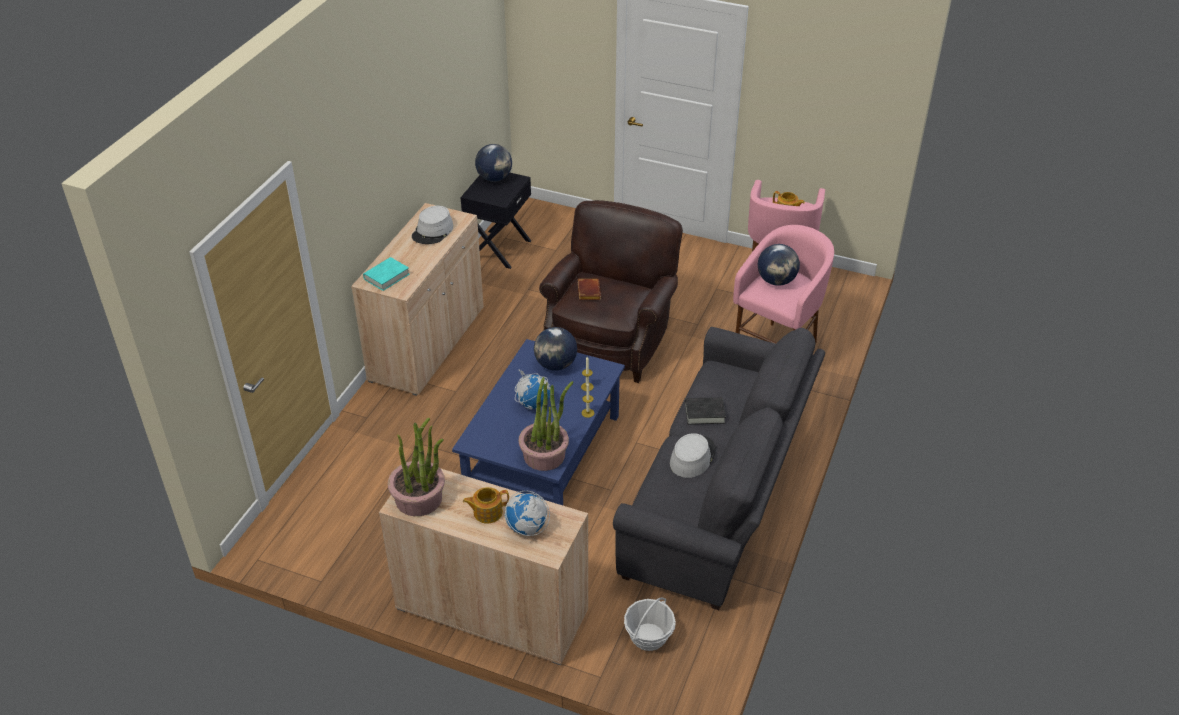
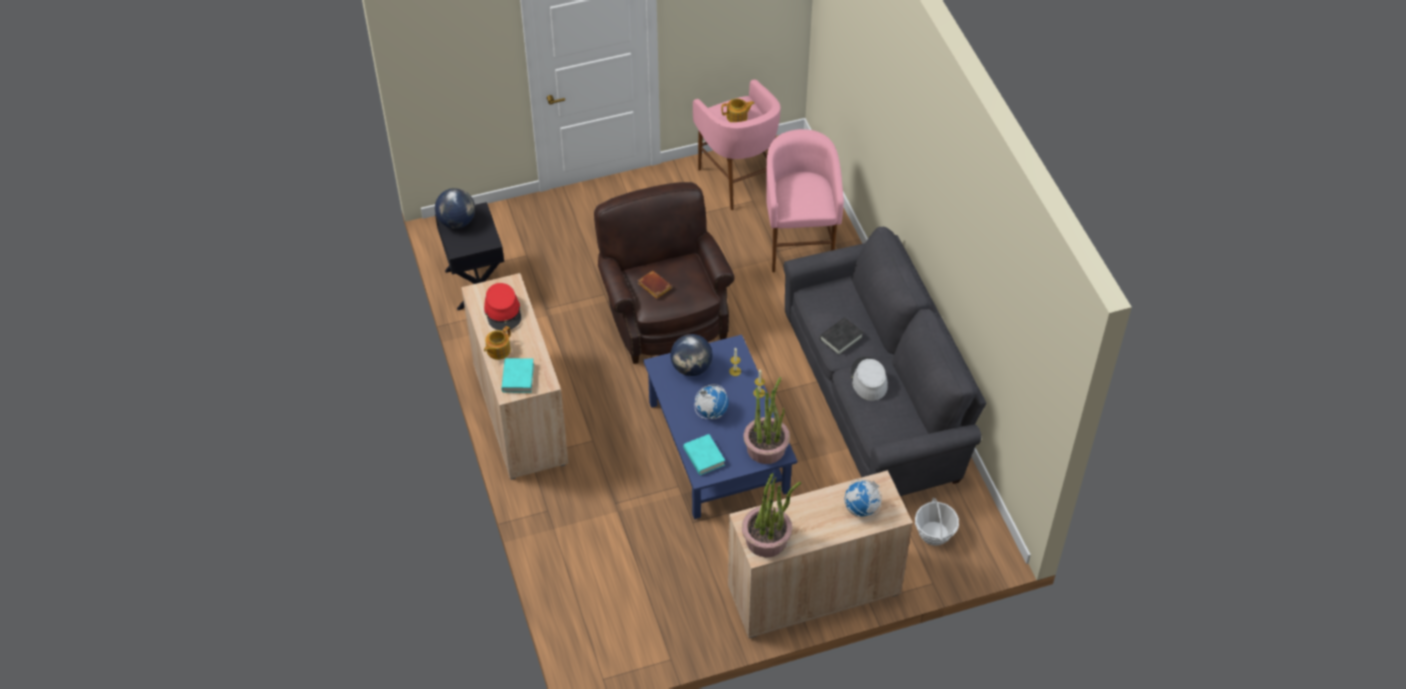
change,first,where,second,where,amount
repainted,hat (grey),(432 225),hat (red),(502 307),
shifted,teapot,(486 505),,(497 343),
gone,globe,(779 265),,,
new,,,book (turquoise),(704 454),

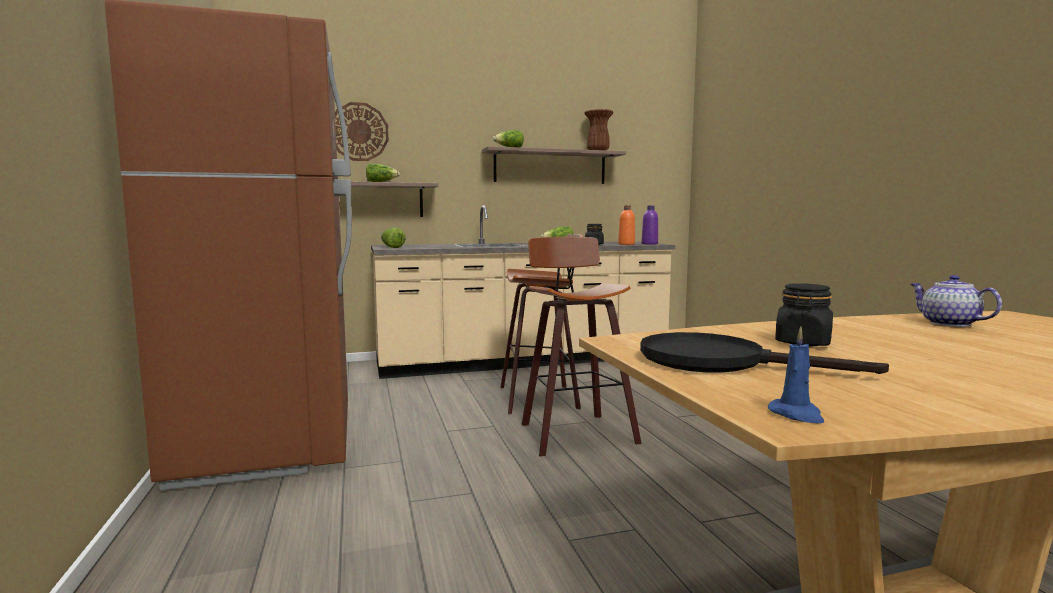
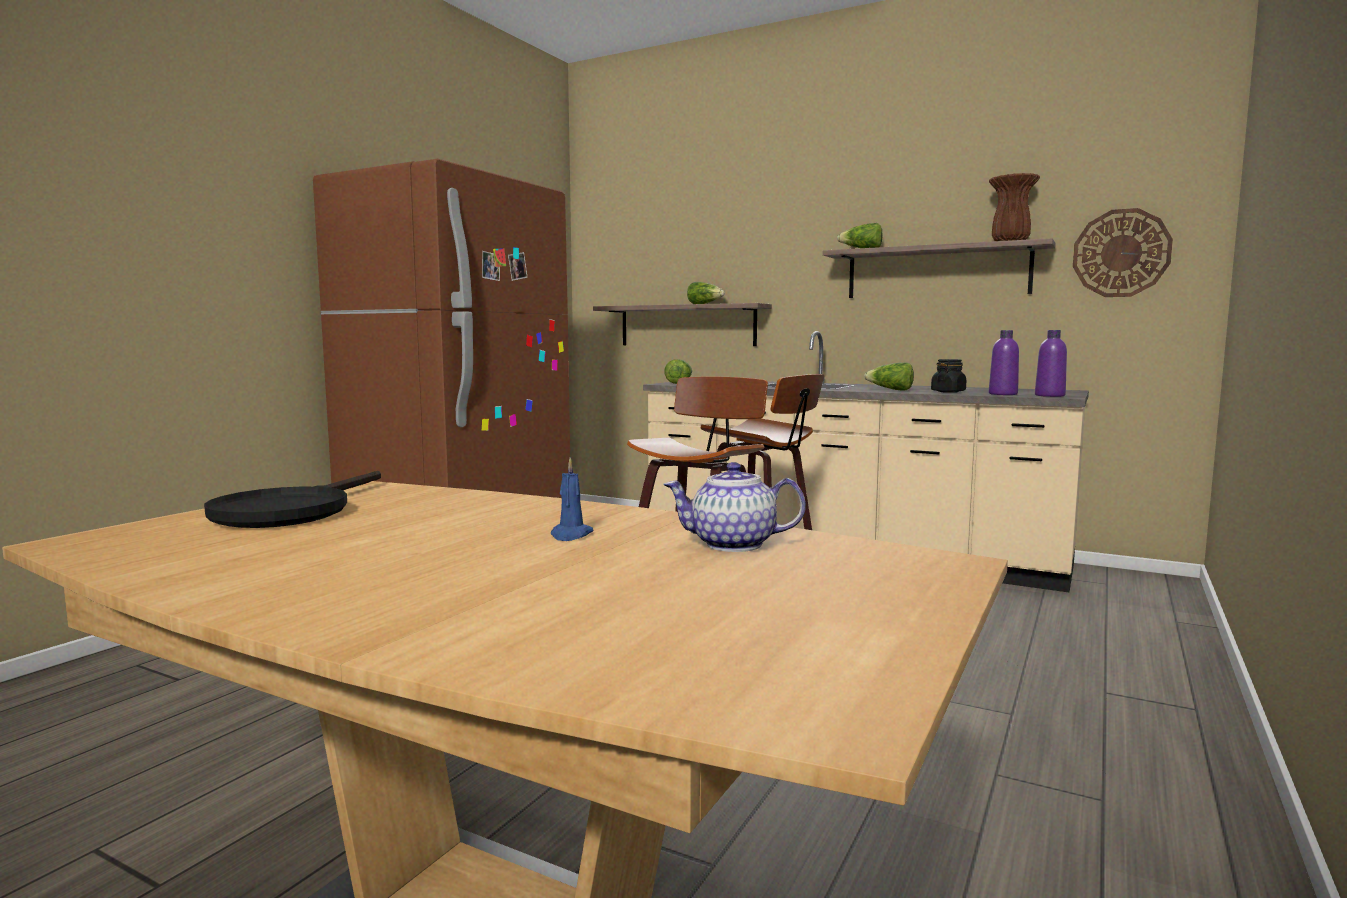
change,first,where,second,where,amount
shifted,wall clock,(362 131),,(1123 252),
repainted,bottle (orange),(626 225),bottle (purple),(1004 362),
rotated,frying pan (black),(764 353),,(292 499),150 degrees counterclockwise
shifted,candle (blue),(796 375),,(572 499),
gone,jar (black),(804 314),,,
rotated,teapot,(956 301),,(734 507),105 degrees counterclockwise

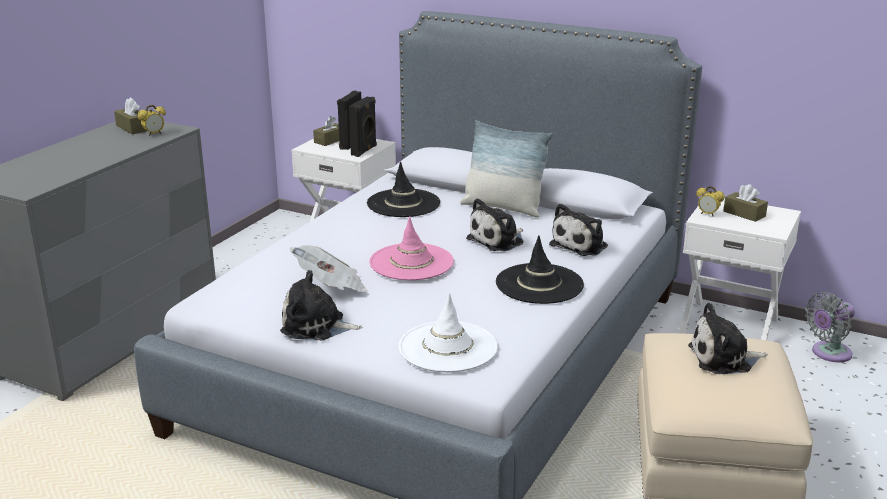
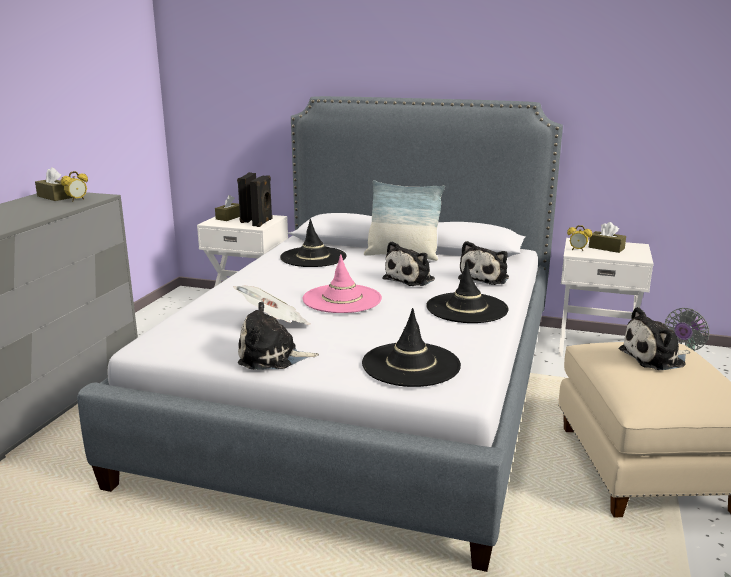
change,first,where,second,where,amount
repainted,hat (white),(448 332),hat (black),(411 347),

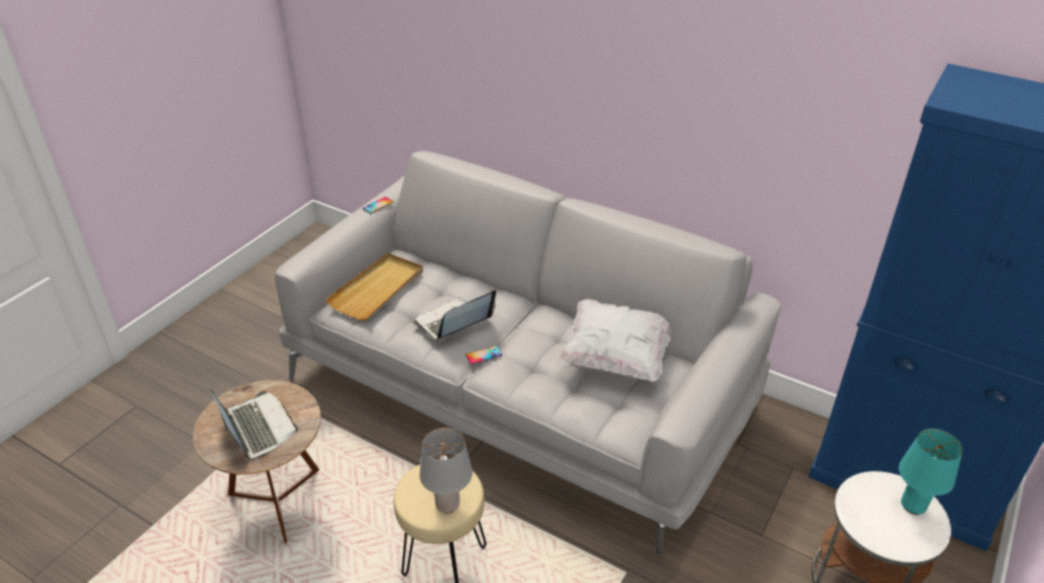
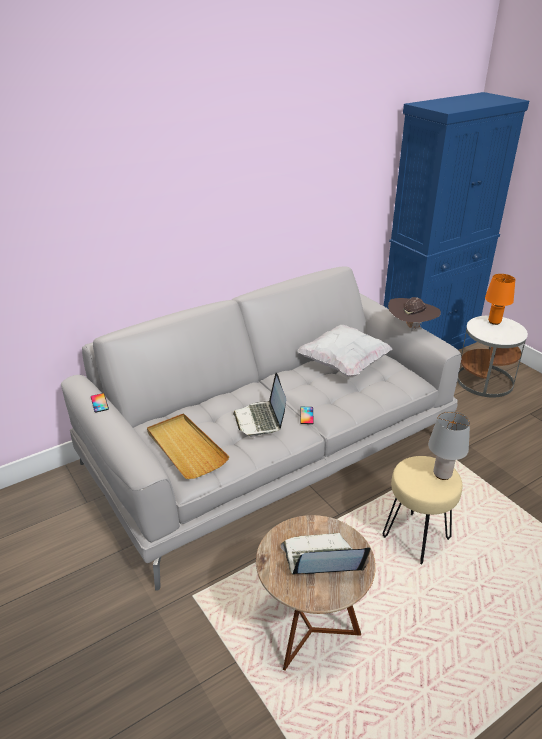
change,first,where,second,where,amount
repainted,table lamp (turquoise),(931 472),table lamp (orange),(500 299),
new,,,hat (brown),(414 314),

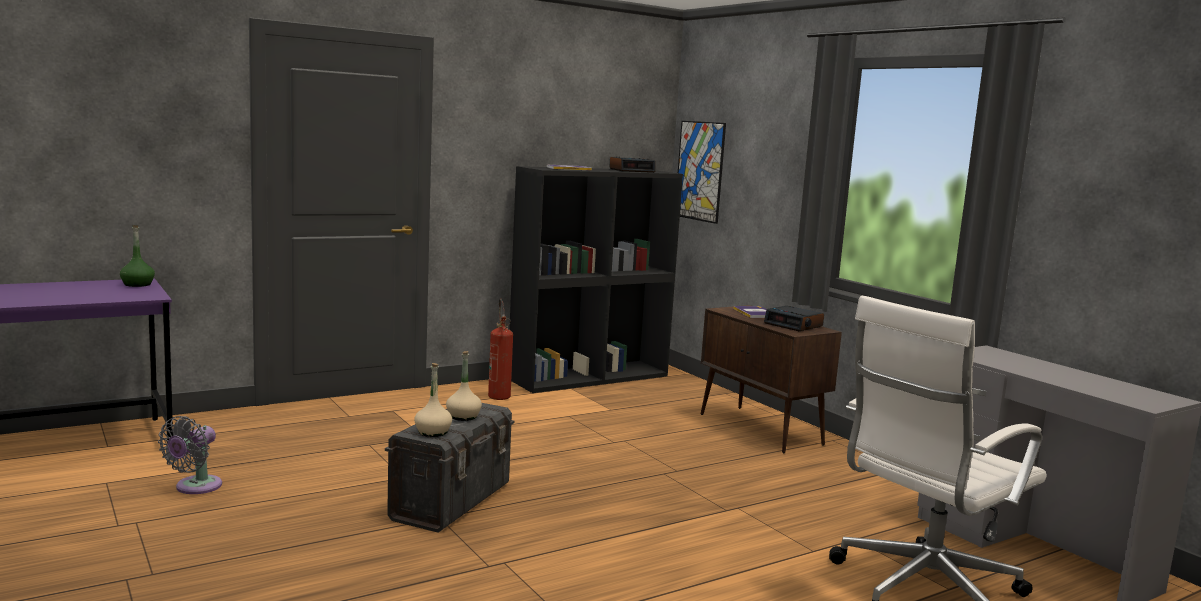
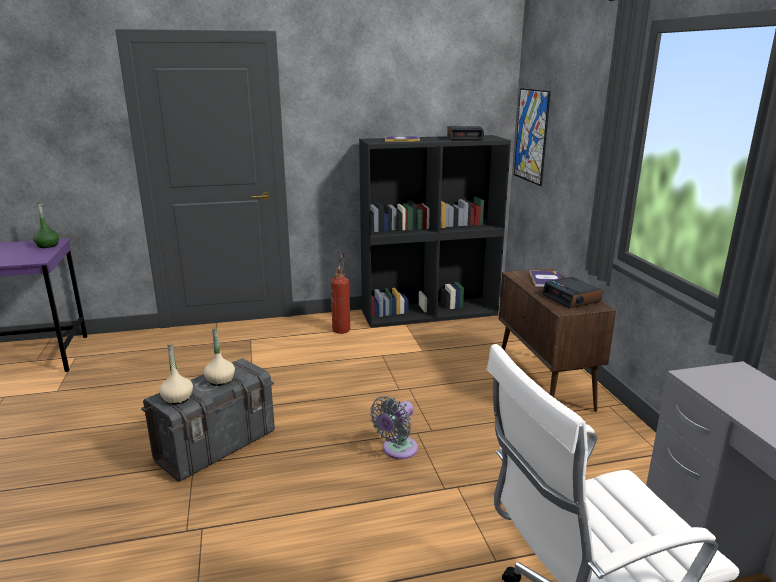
change,first,where,second,where,amount
shifted,fan (grey),(190 455),,(394 427),

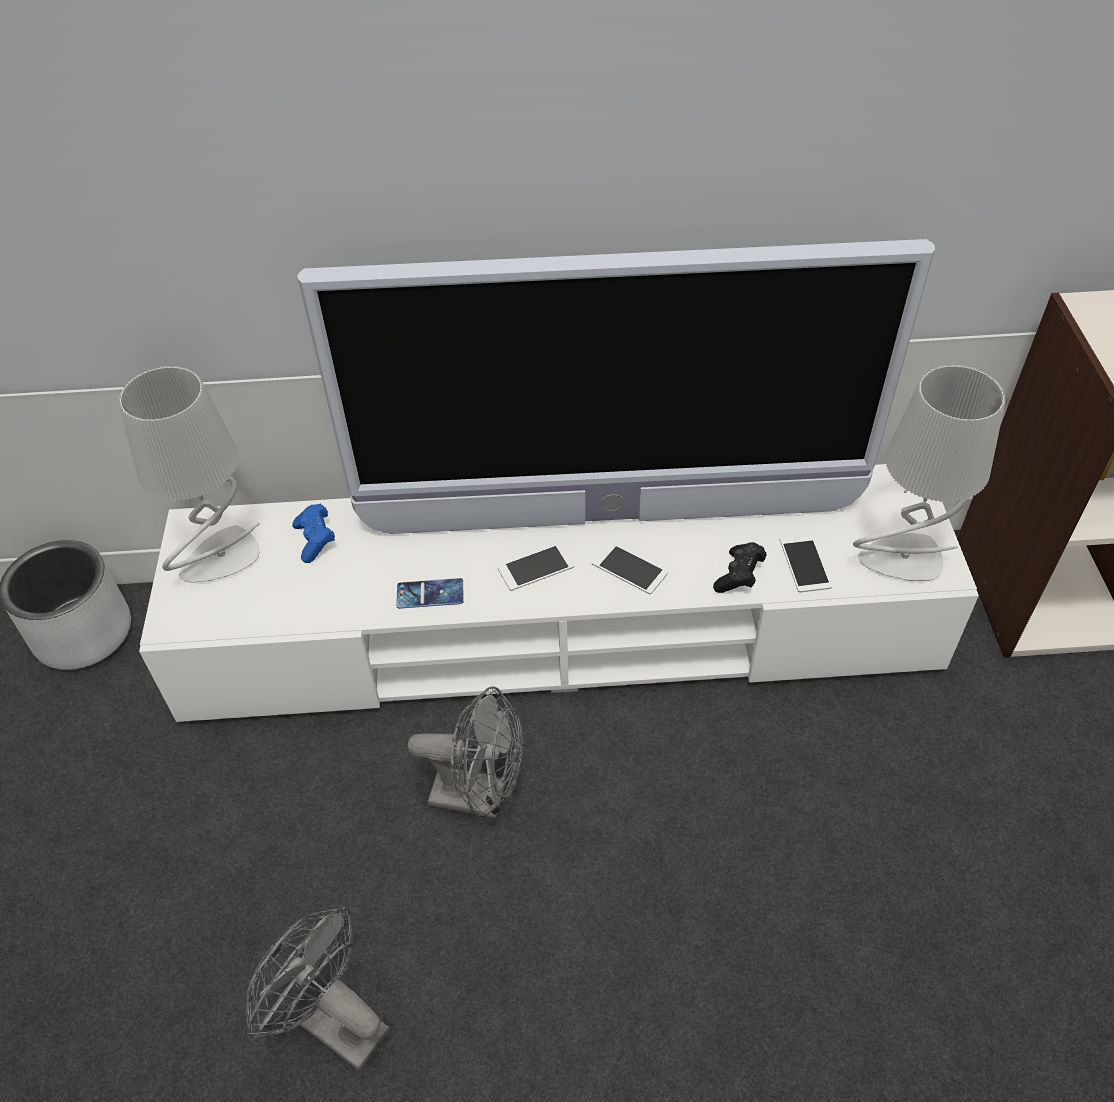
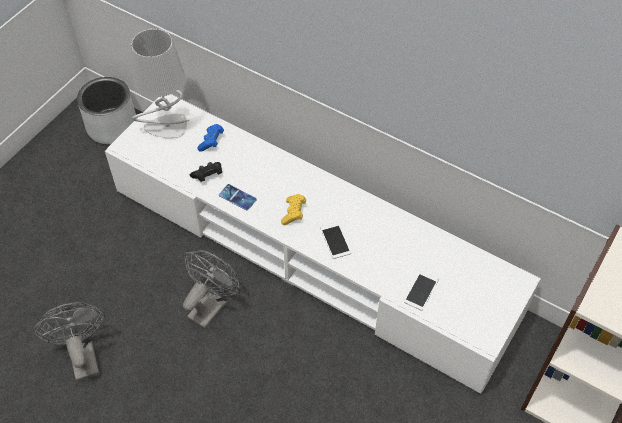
change,first,where,second,where,amount
gone,television,(616 386),,,
rotated,fan (grey),(465 752),,(211 289),105 degrees counterclockwise
swapped,phone,(535 567),game controller (yellow),(293 209),
shifted,game controller (black),(739 567),,(206 172),
gone,table lamp (grey),(929 473),,,

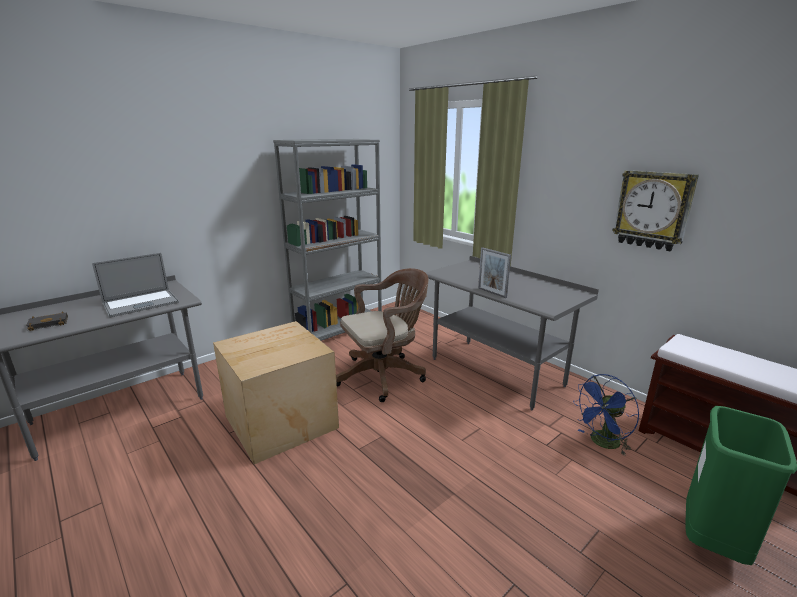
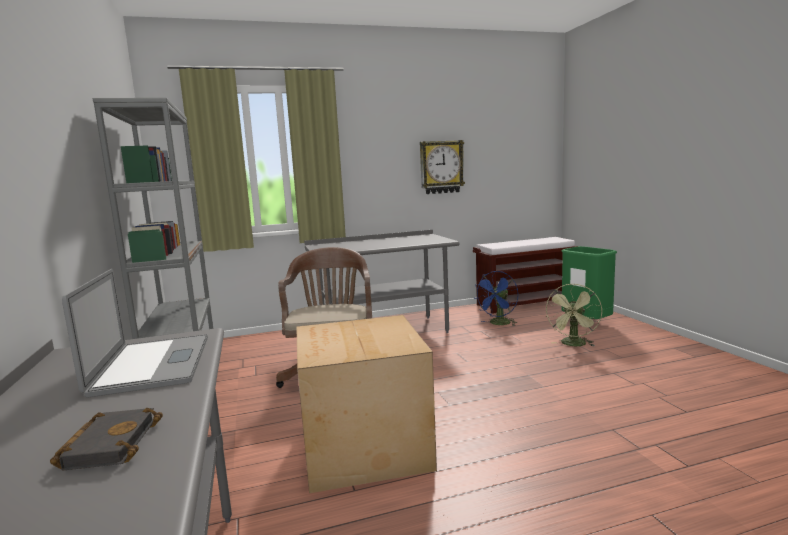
change,first,where,second,where,amount
gone,picture frame,(494 272),,,
rotated,fan (blue),(606 414),,(496 298),45 degrees clockwise
new,,,fan (green),(574 315),

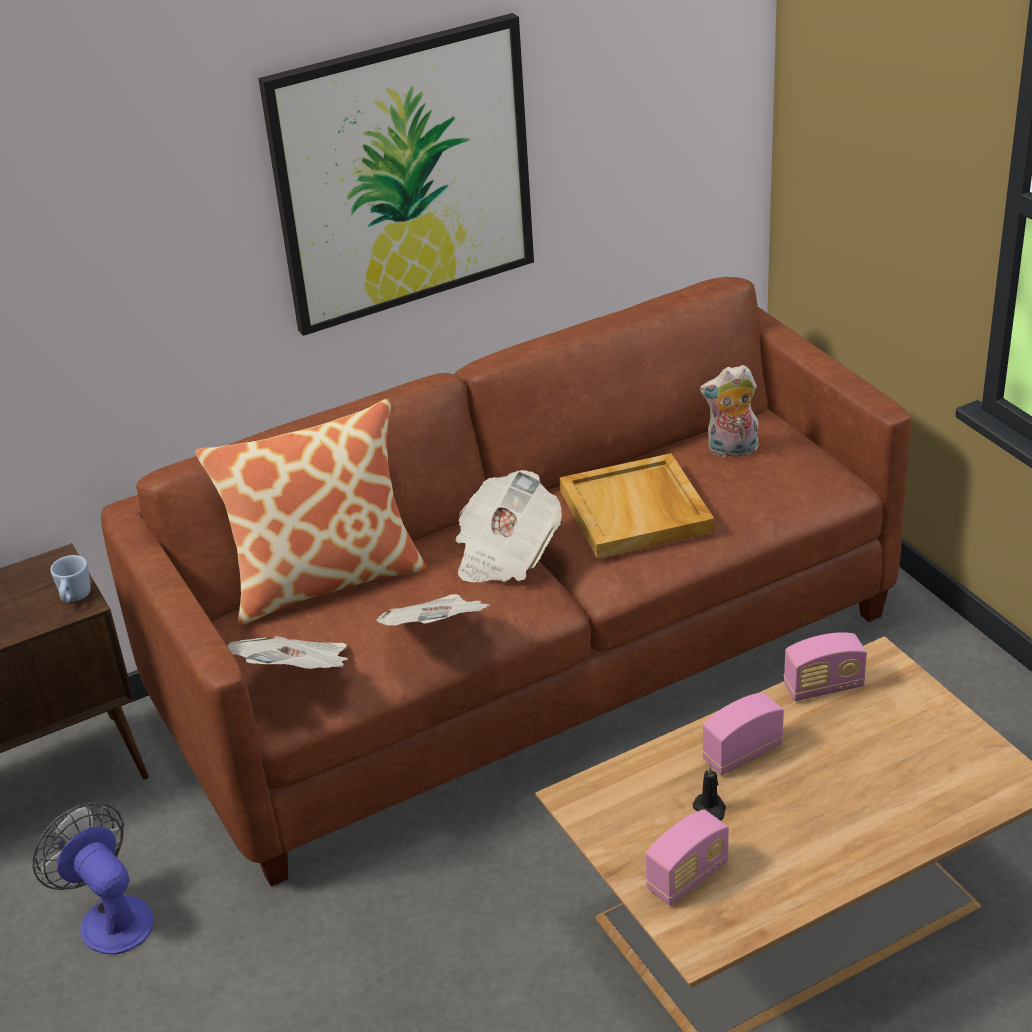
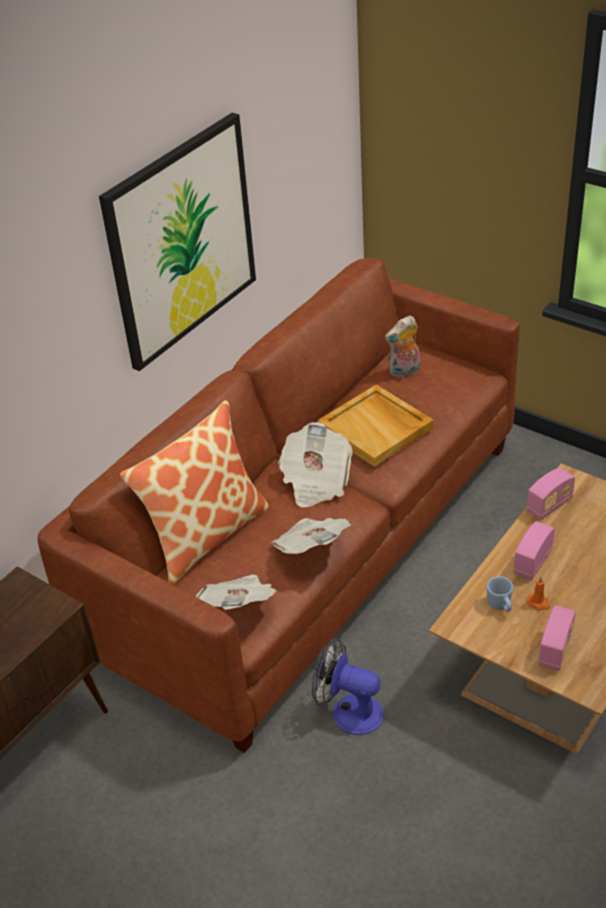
change,first,where,second,where,amount
shifted,fan,(93 878),,(348 686),
shifted,mug (blue),(70 579),,(499 594),
repainted,candle (black),(709 793),candle (orange),(538 593),

